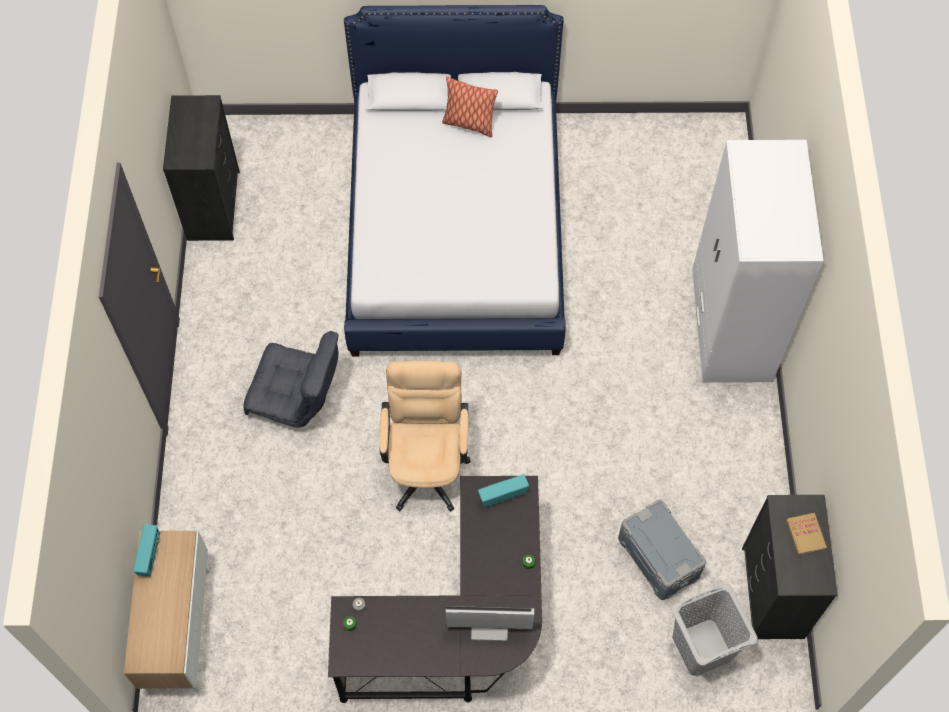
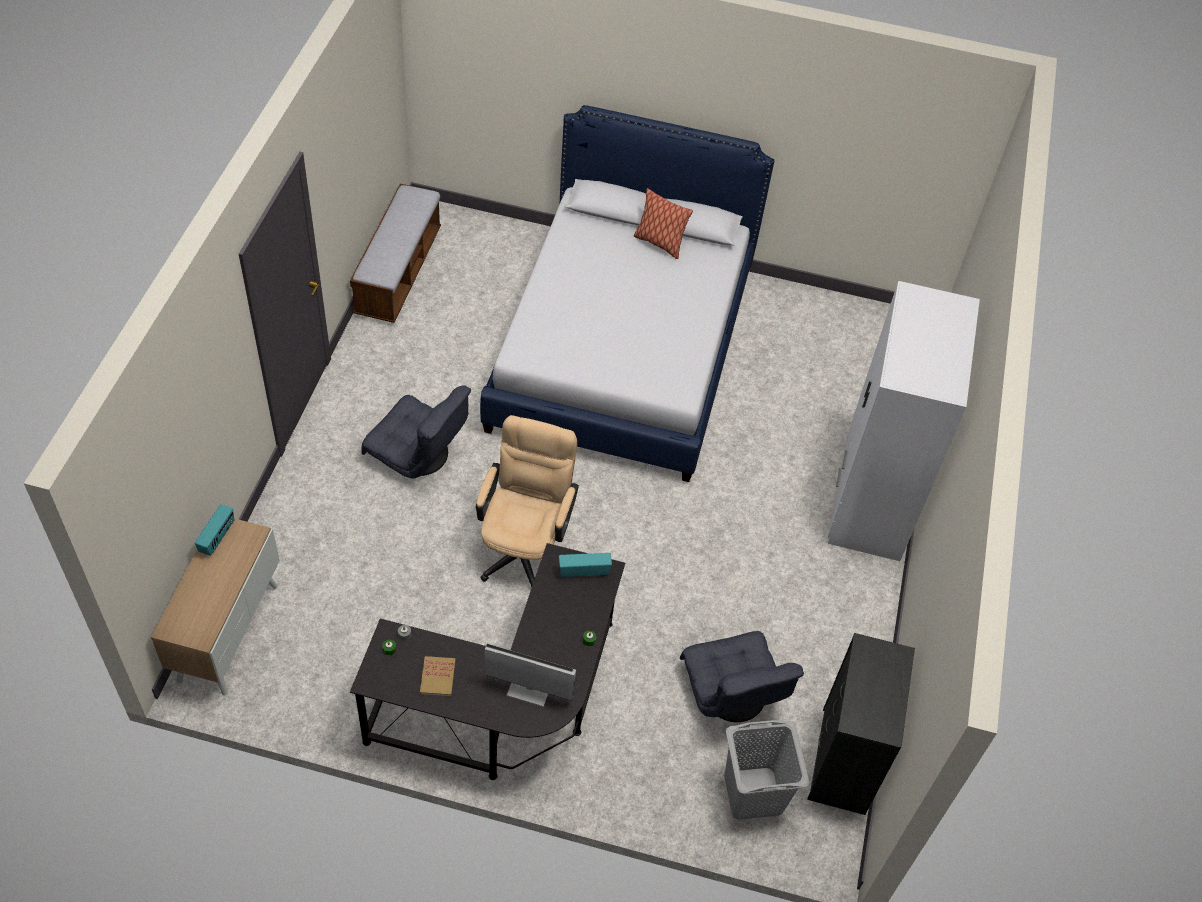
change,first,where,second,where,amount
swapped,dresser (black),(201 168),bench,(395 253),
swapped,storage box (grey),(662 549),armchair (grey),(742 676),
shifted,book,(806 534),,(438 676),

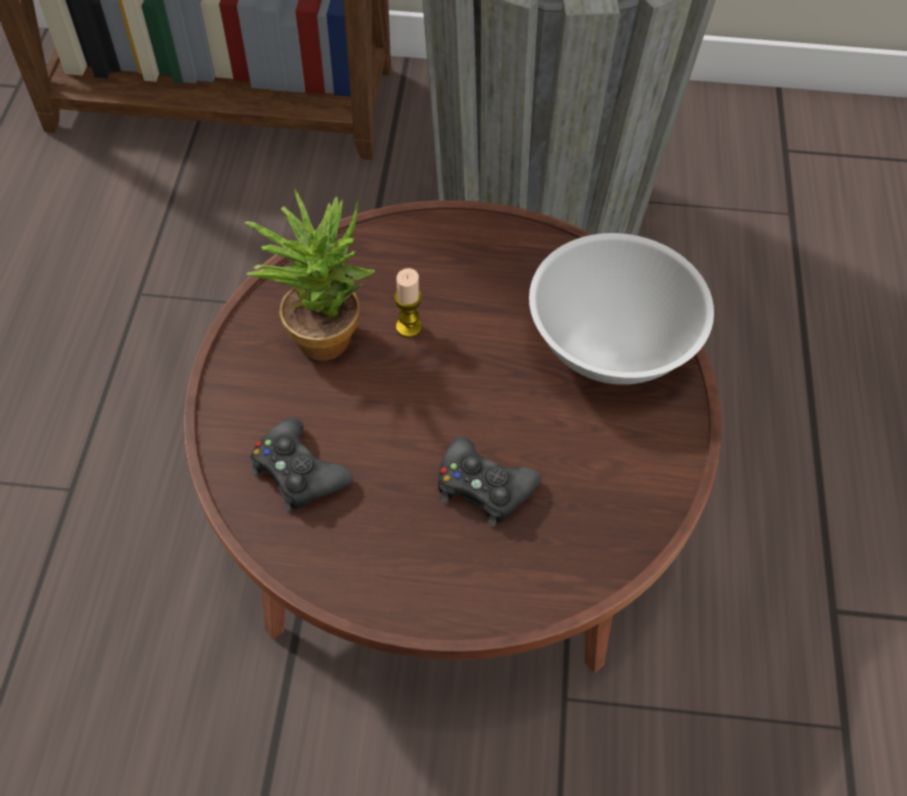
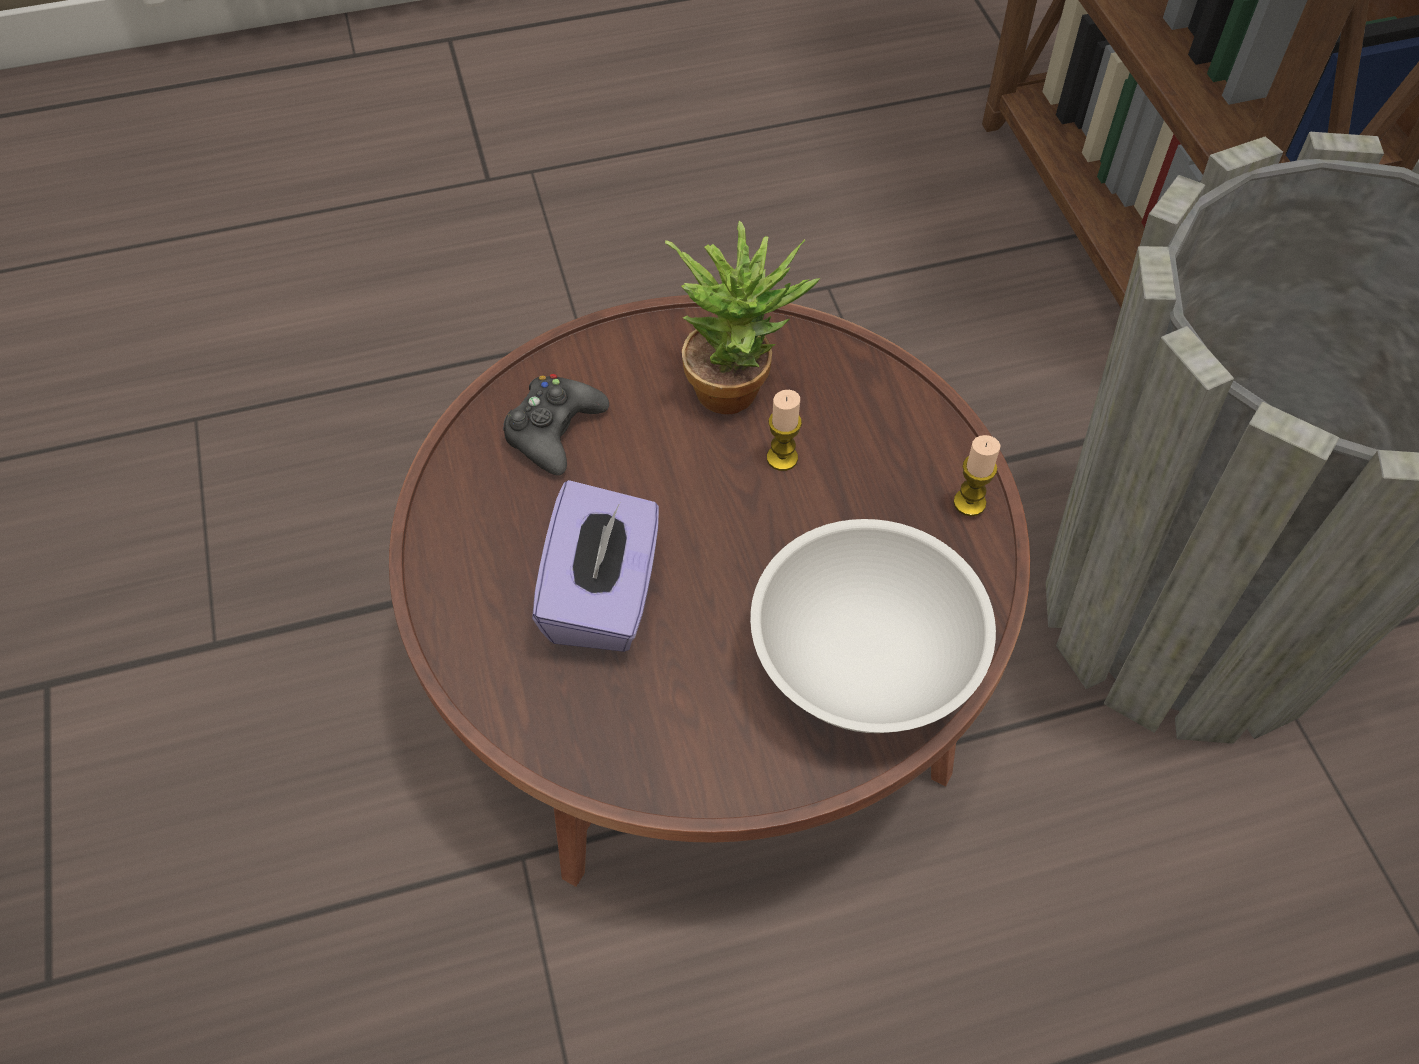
change,first,where,second,where,amount
swapped,game controller (black),(489 481),tissue box (purple),(595 566),
new,,,candle,(977 475),

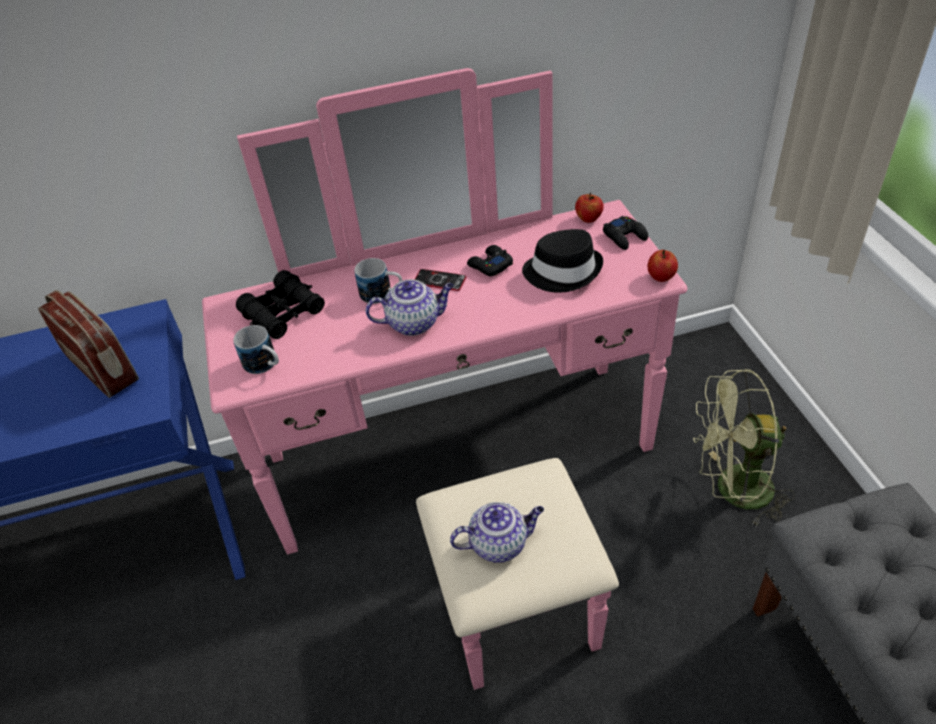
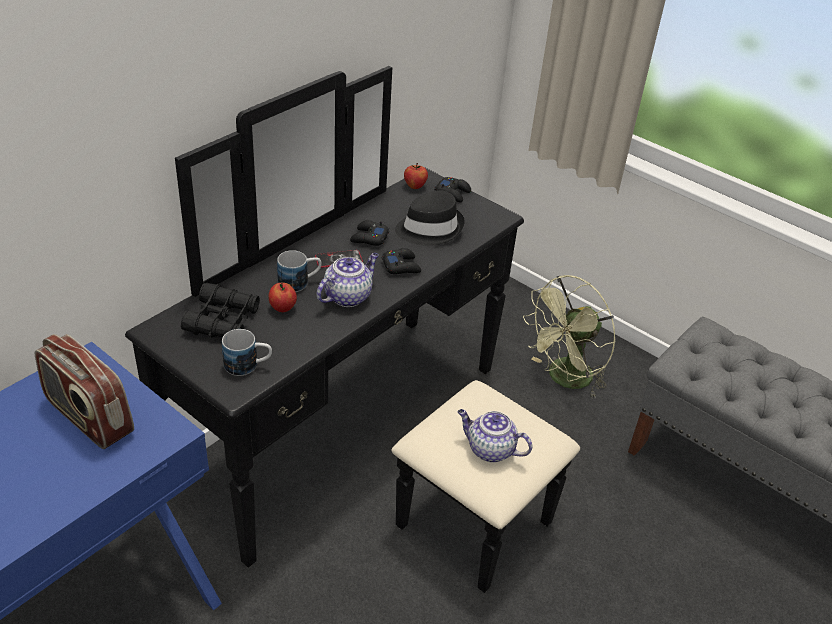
change,first,where,second,where,amount
rotated,radio,(88 344),,(84 391),150 degrees counterclockwise
repainted,dresser (pink),(444 379),dresser (black),(352 329),
rotated,teapot,(497 532),,(495 436),105 degrees counterclockwise
shifted,apple,(662 265),,(282 297),
new,,,game controller (black),(401 261),

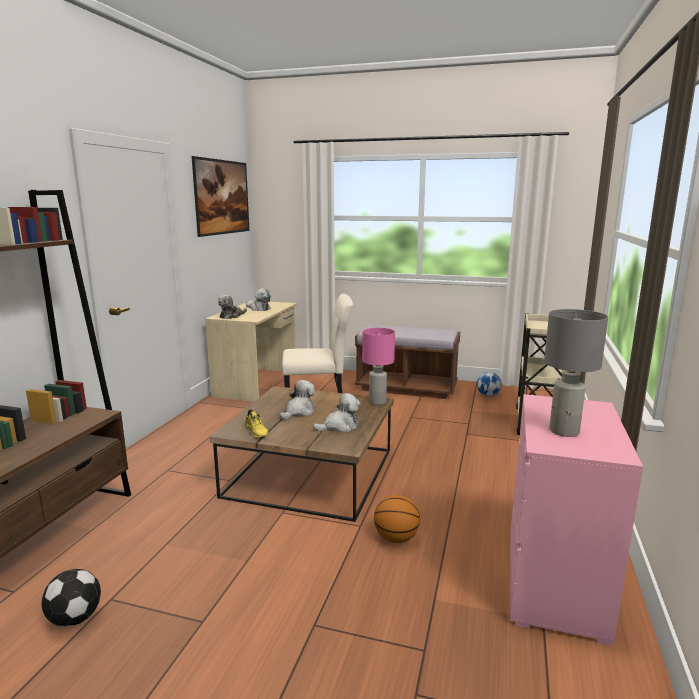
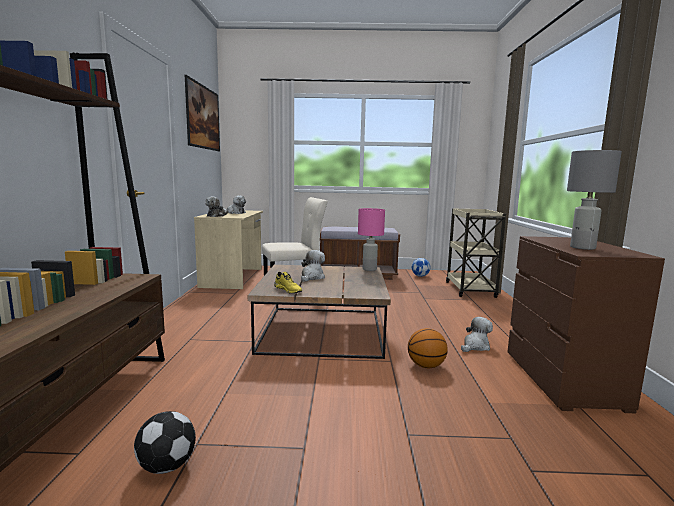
change,first,where,second,where,amount
shifted,plush toy,(336 412),,(477 334),
repainted,dresser (pink),(576 520),dresser (brown),(586 324),

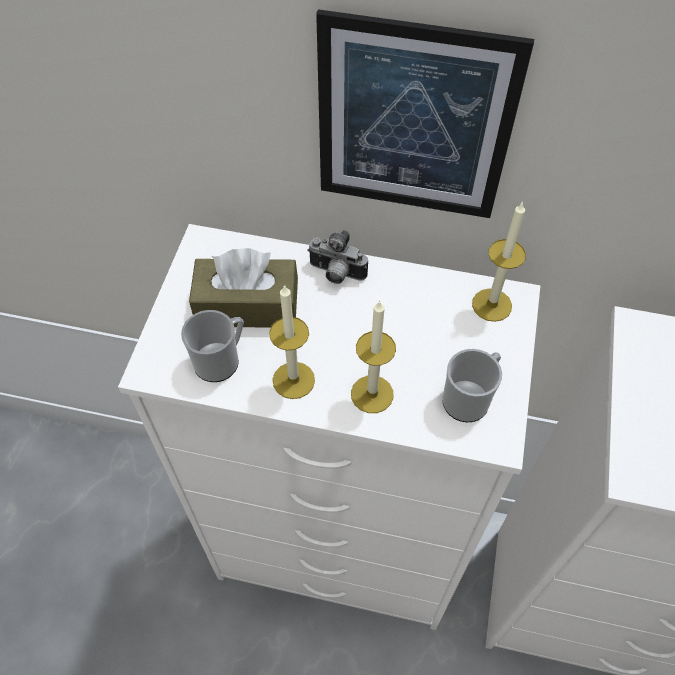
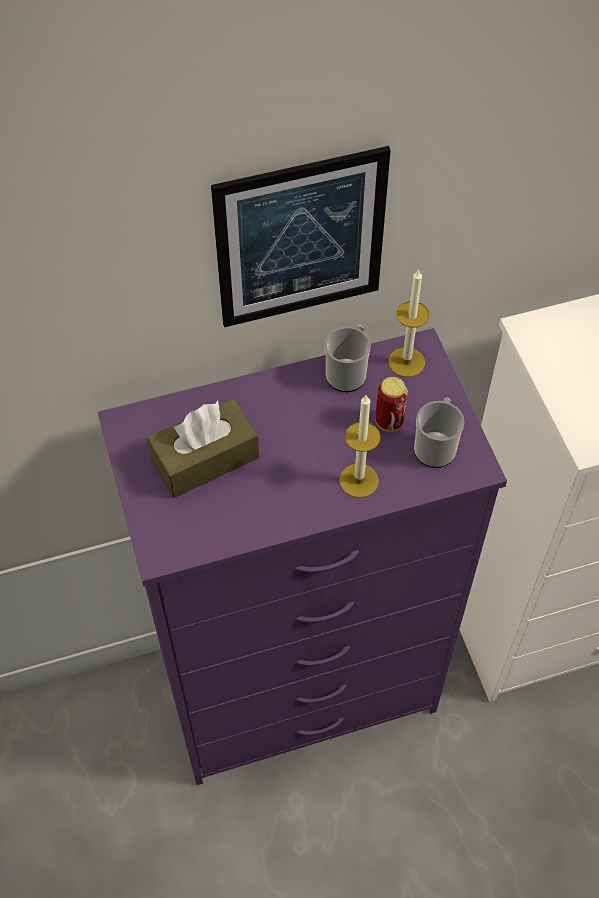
change,first,where,second,where,amount
repainted,dresser (white),(329 427),dresser (purple),(302 556),
shifted,mug,(212 346),,(348 358),
gone,candle,(292 341),,,
gone,photo camera,(338 257),,,
new,,,can,(391 404),

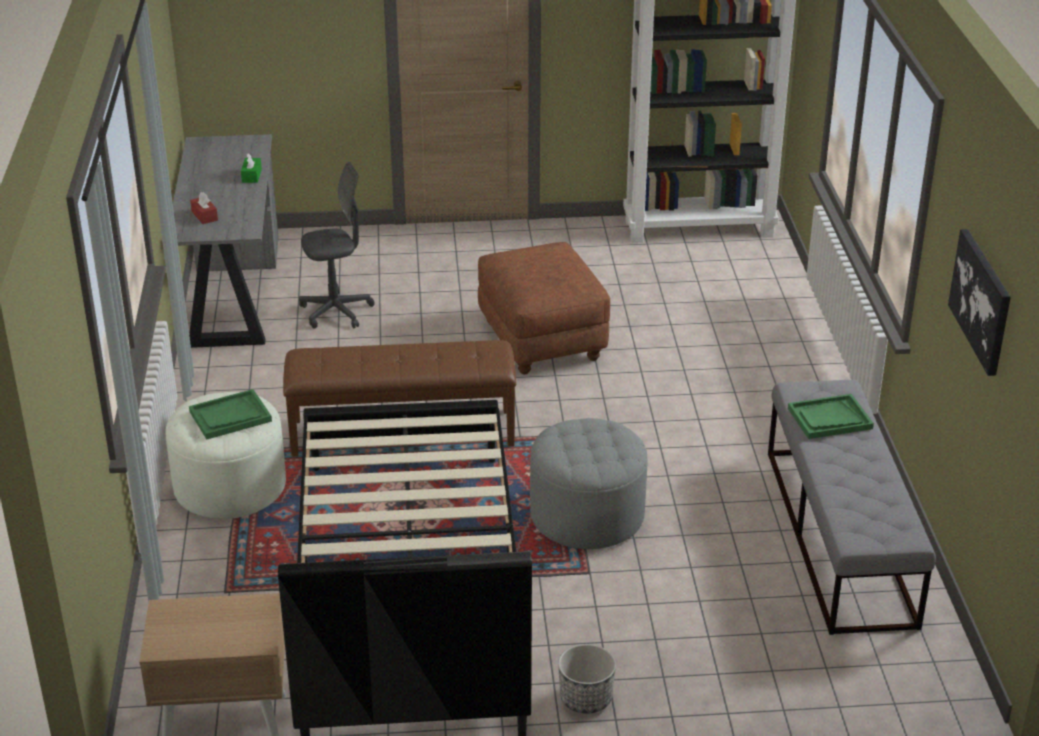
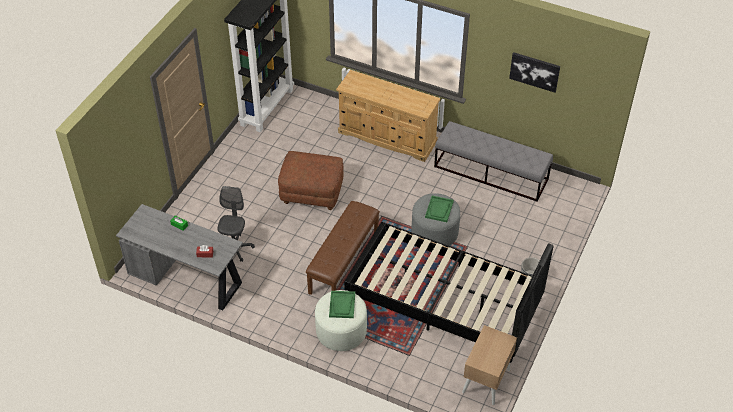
change,first,where,second,where,amount
shifted,tray (green),(831 416),,(439 209),
new,,,dresser (beige),(388 116),

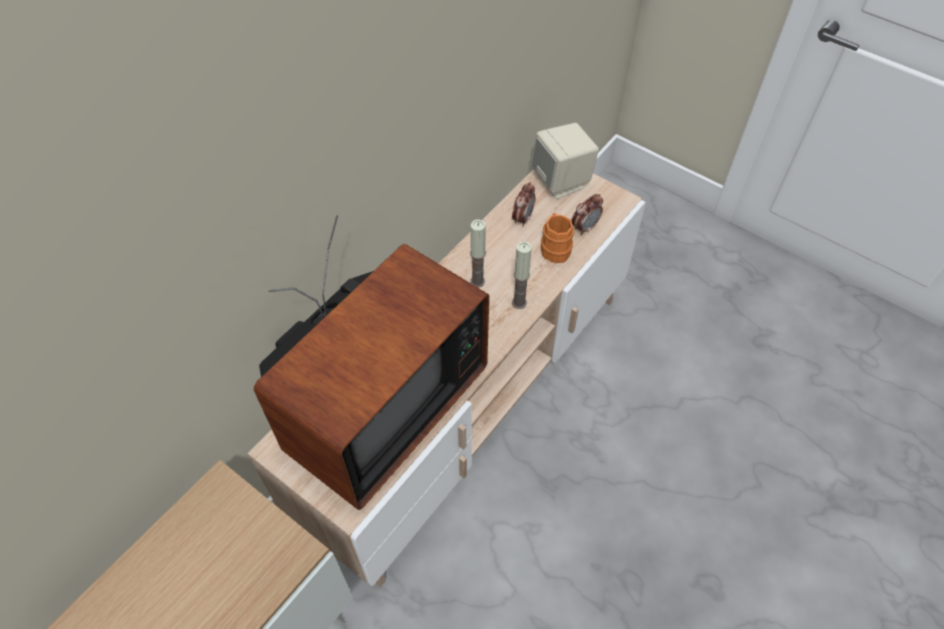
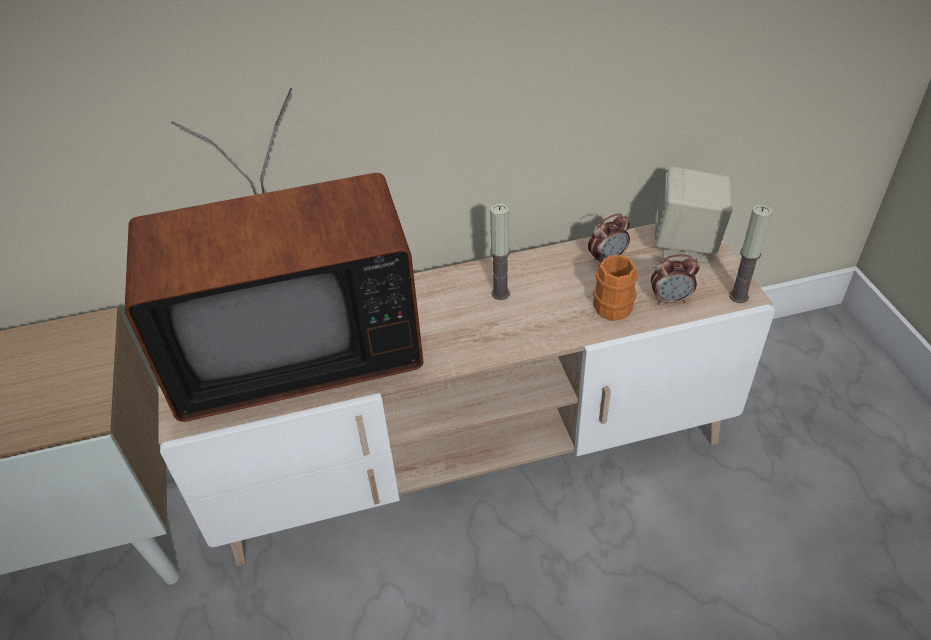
change,first,where,second,where,amount
shifted,candle,(522 275),,(750 254),

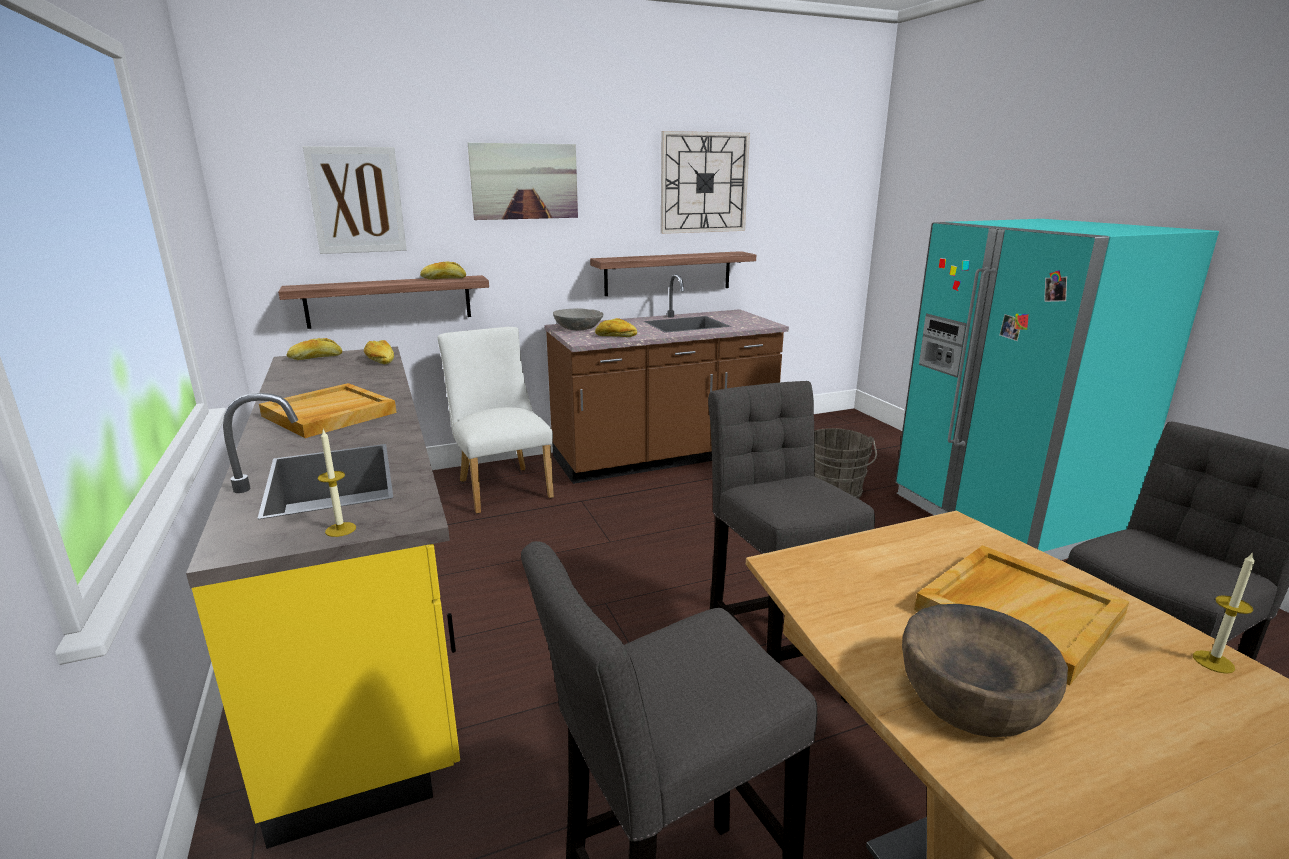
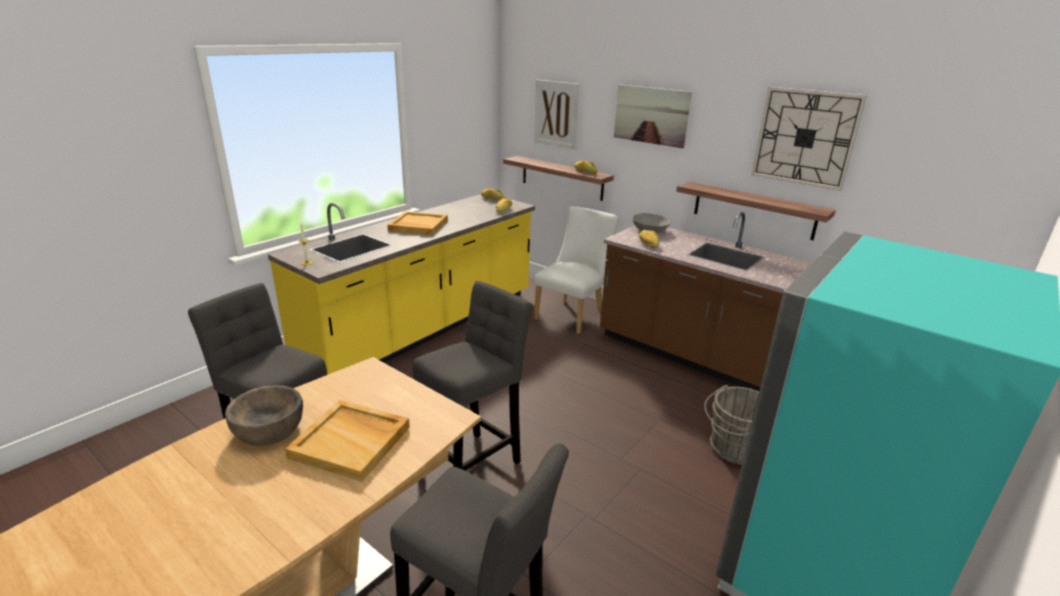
change,first,where,second,where,amount
gone,candle,(1224 613),,,

